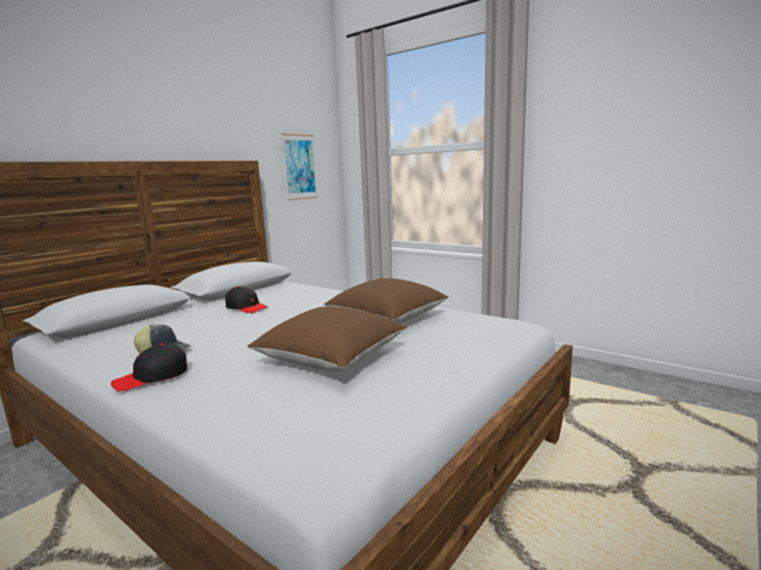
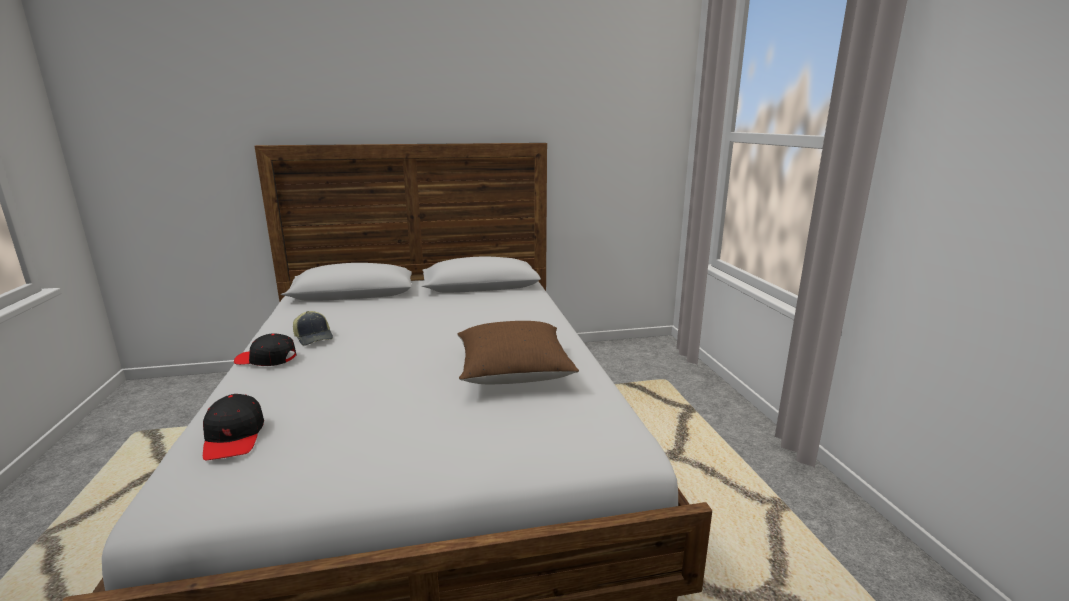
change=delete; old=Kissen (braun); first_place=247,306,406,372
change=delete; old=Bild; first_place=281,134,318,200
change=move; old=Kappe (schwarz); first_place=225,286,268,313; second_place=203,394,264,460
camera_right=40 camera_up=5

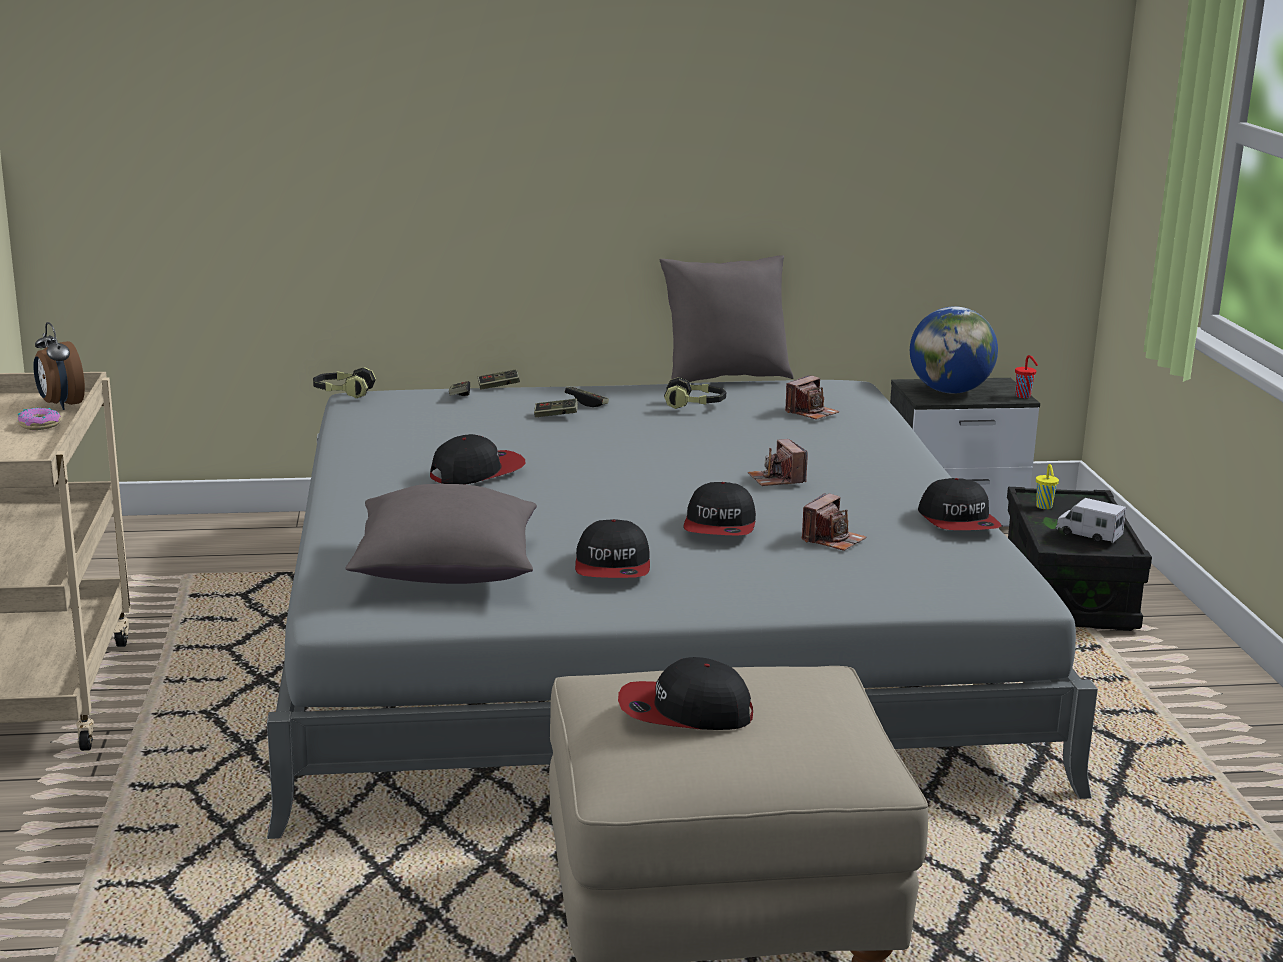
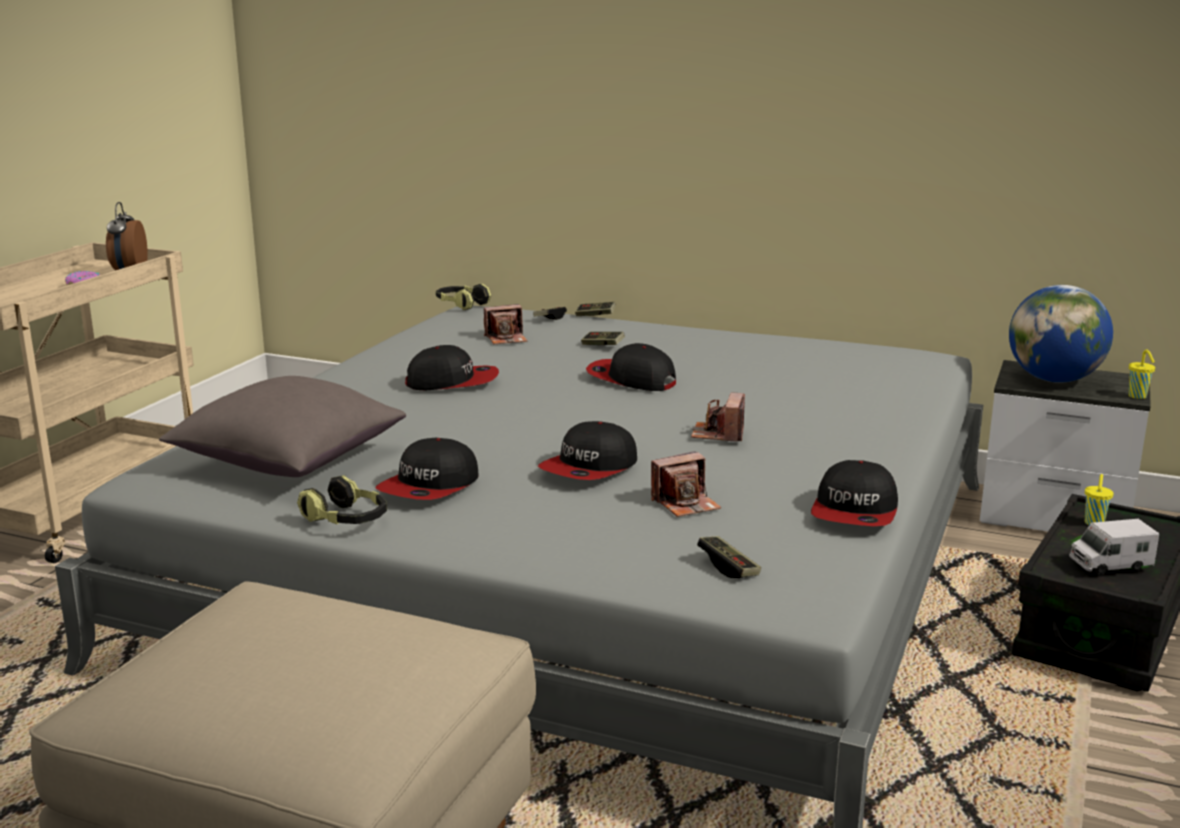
change=delete; old=Kissen (grau); first_place=660,255,794,382
change=move; old=Gamepad; first_place=565,387,609,407; second_place=697,536,761,578
change=move; old=Kappe; first_place=618,657,753,730; second_place=586,343,676,391
change=move; old=Kopfhörer; first_place=664,377,726,409; second_place=297,475,387,525
change=move; old=Kamera; first_place=785,375,839,420; second_place=484,304,527,344
change=recolor; old=Tasse (rot); new=Tasse (gelb); first_place=1015,355,1038,398; second_place=1128,349,1155,399
change=rotate; old=Spielzeuglaster; first_place=1056,498,1126,543; second_place=1069,519,1159,574; degrees=-75
camera_right=30 camera_up=0

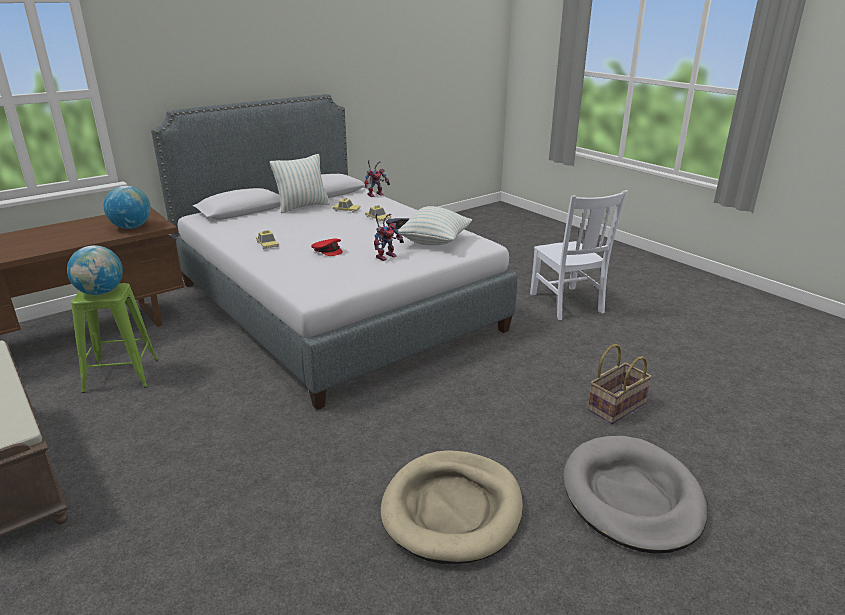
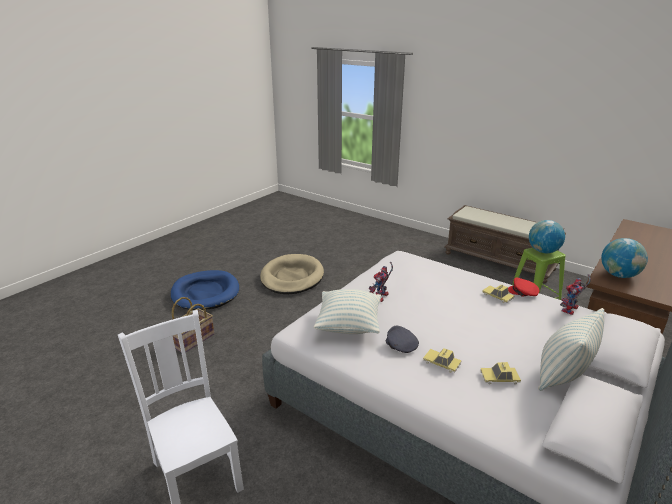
change=move; old=Kappe (rot); first_place=311,239,343,256; second_place=508,277,540,296
change=move; old=Spielzeugroboter; first_place=364,160,390,197; second_place=560,274,591,315
change=recolor; old=Hundebett (grau); new=Hundebett (blau); first_place=563,436,707,553; second_place=171,270,239,310
camera_right=165 camera_up=0

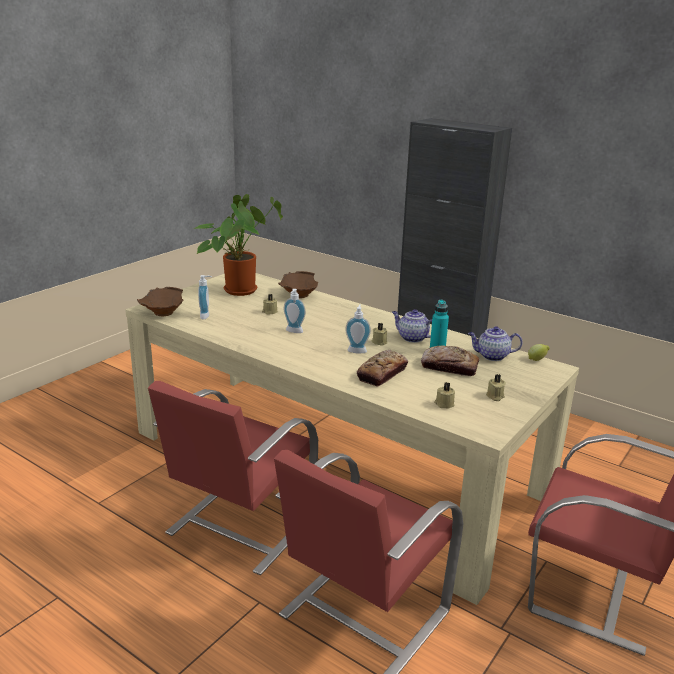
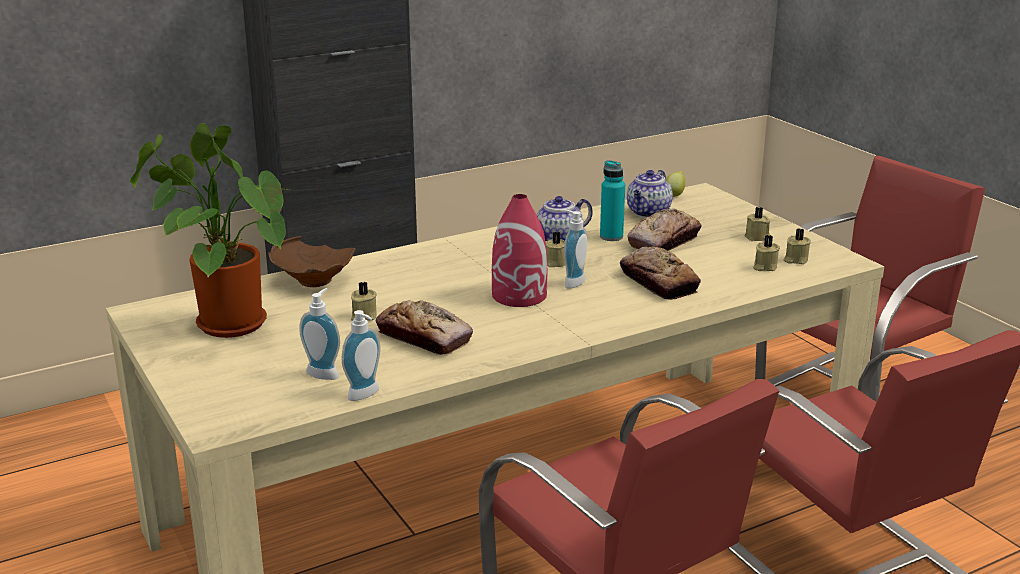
change=delete; old=Schüssel (braun); first_place=137,287,183,316
change=insert; new=Brot; second_place=376,300,473,355
change=insert; new=Vase (rot); second_place=492,194,547,307
change=insert; new=Kerze (beige); second_place=783,228,811,264
change=move; old=Seifenspender; first_place=284,289,306,333; second_place=342,310,381,401
camera_right=-65 camera_up=0

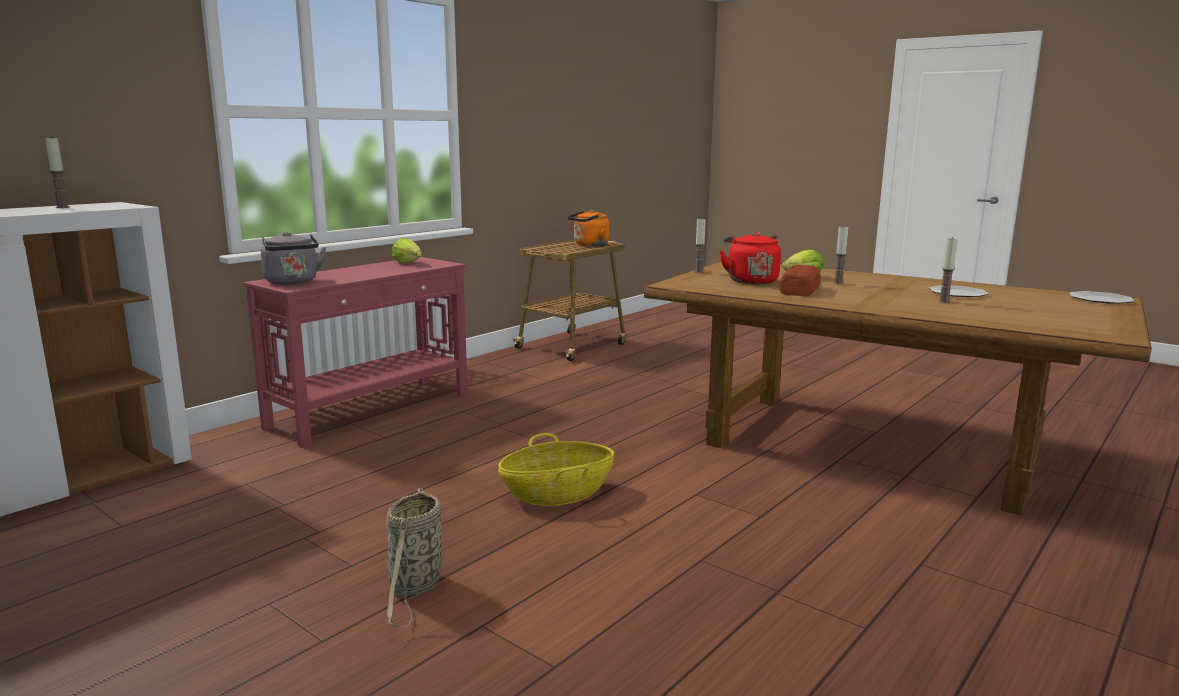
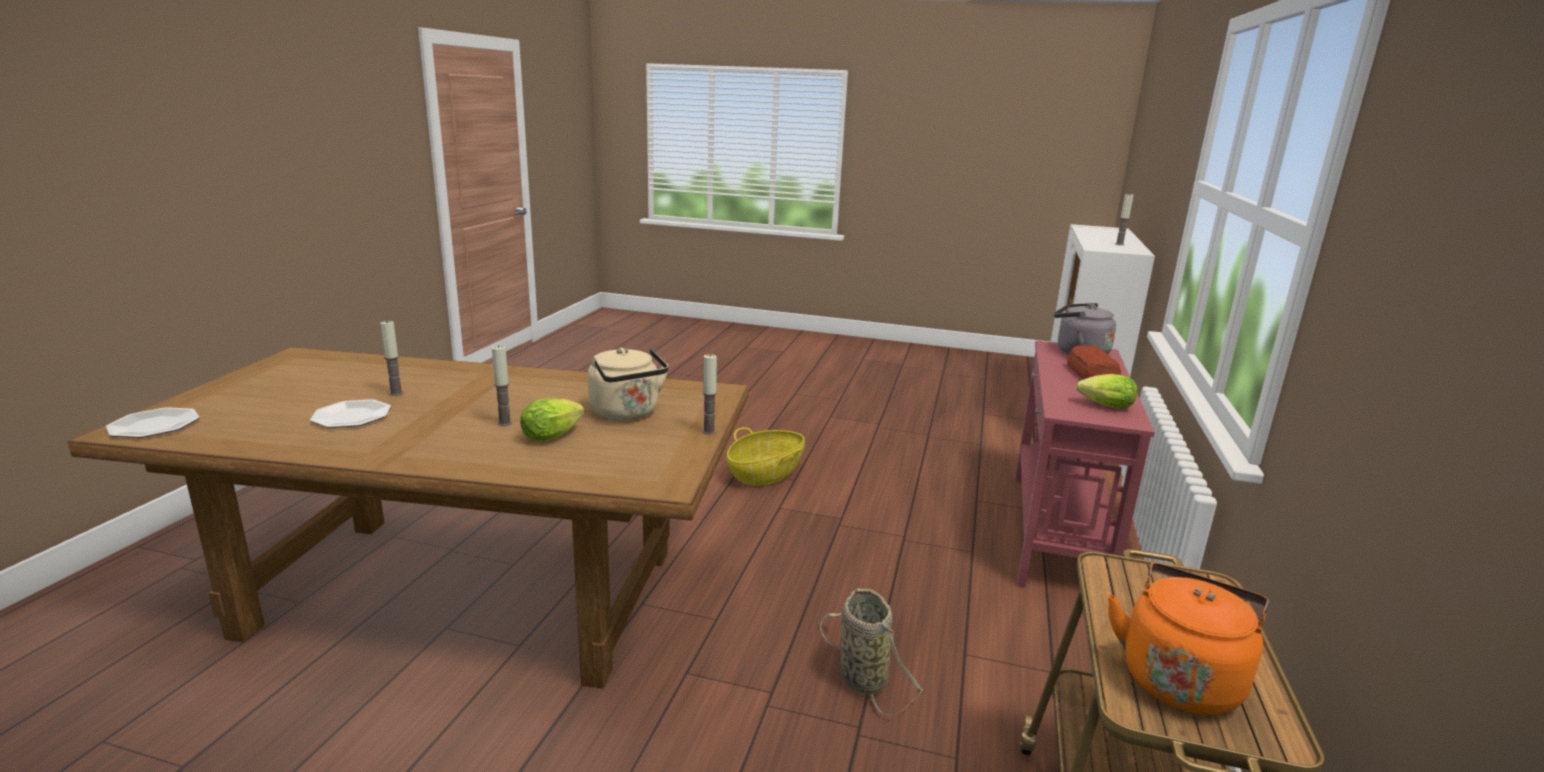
change=move; old=Korb; first_place=386,488,442,627; second_place=820,589,923,716
change=move; old=Brot; first_place=779,265,821,296; second_place=1067,345,1121,380
change=recolor; old=Wasserkessel (rot); new=Wasserkessel (beige); first_place=720,232,781,284; second_place=587,348,669,421
camera_right=155 camera_up=5

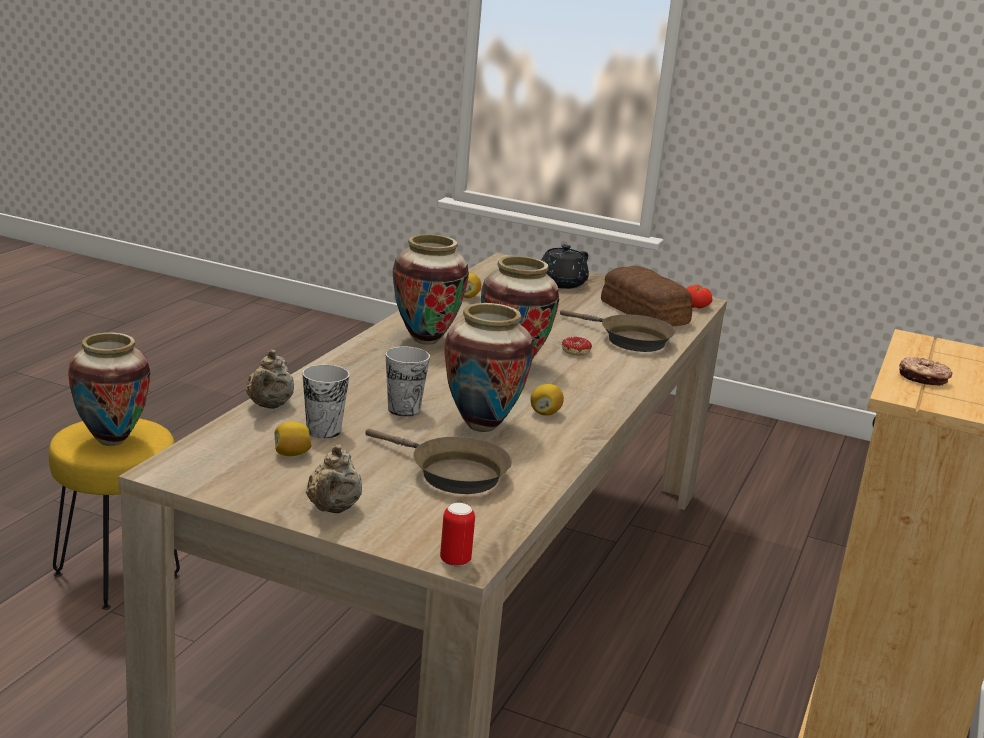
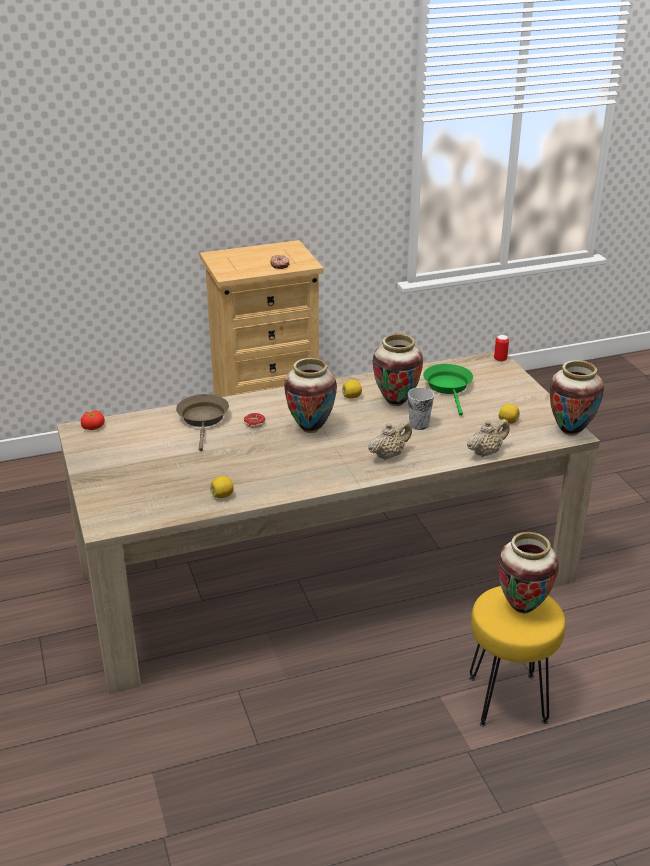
change=delete; old=Tasse; first_place=302,364,350,438
change=delete; old=Teekanne (schwarz); first_place=541,244,589,289
change=delete; old=Brot; first_place=601,266,693,326
change=move; old=Teekanne (beige); first_place=306,444,362,513; second_place=368,421,412,460
change=move; old=Vase; first_place=393,234,469,345; second_place=550,360,604,436
change=recolor; old=Pfanne (braun); new=Pfanne (grün); first_place=365,429,512,494; second_place=423,364,473,416
camera_right=-130 camera_up=10

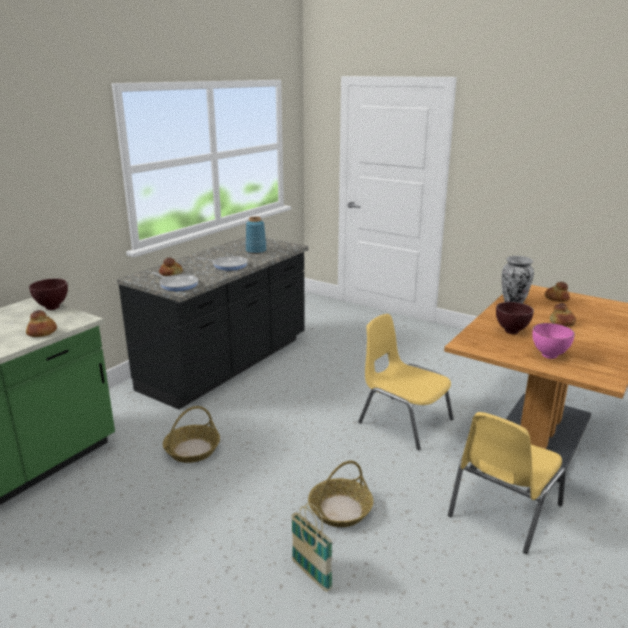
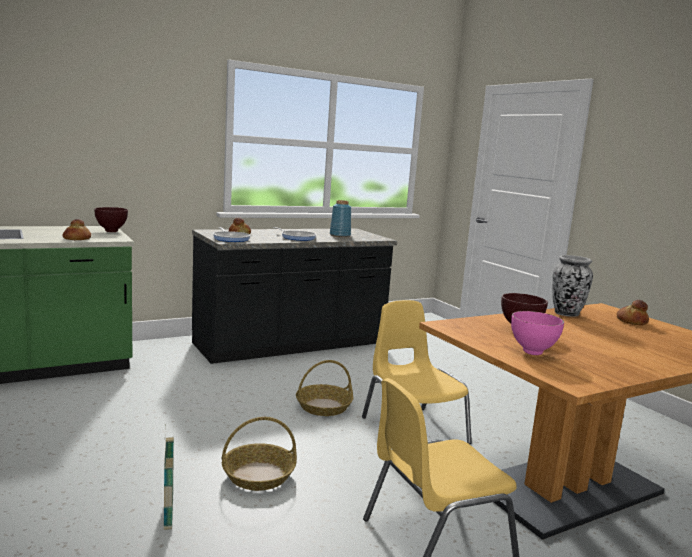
change=delete; old=Brot; first_place=550,303,576,326
change=move; old=Korb; first_place=163,406,220,463; second_place=296,360,353,416
camera_right=25 camera_up=-10

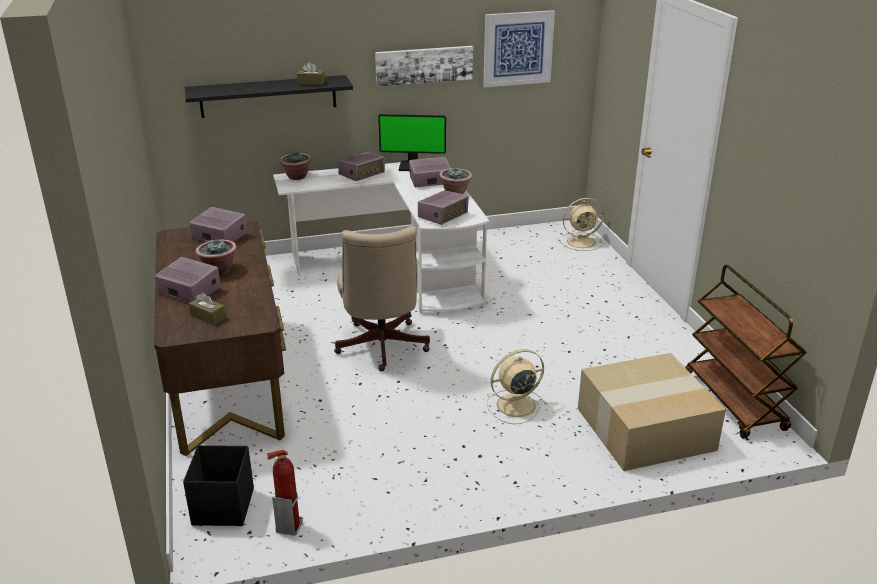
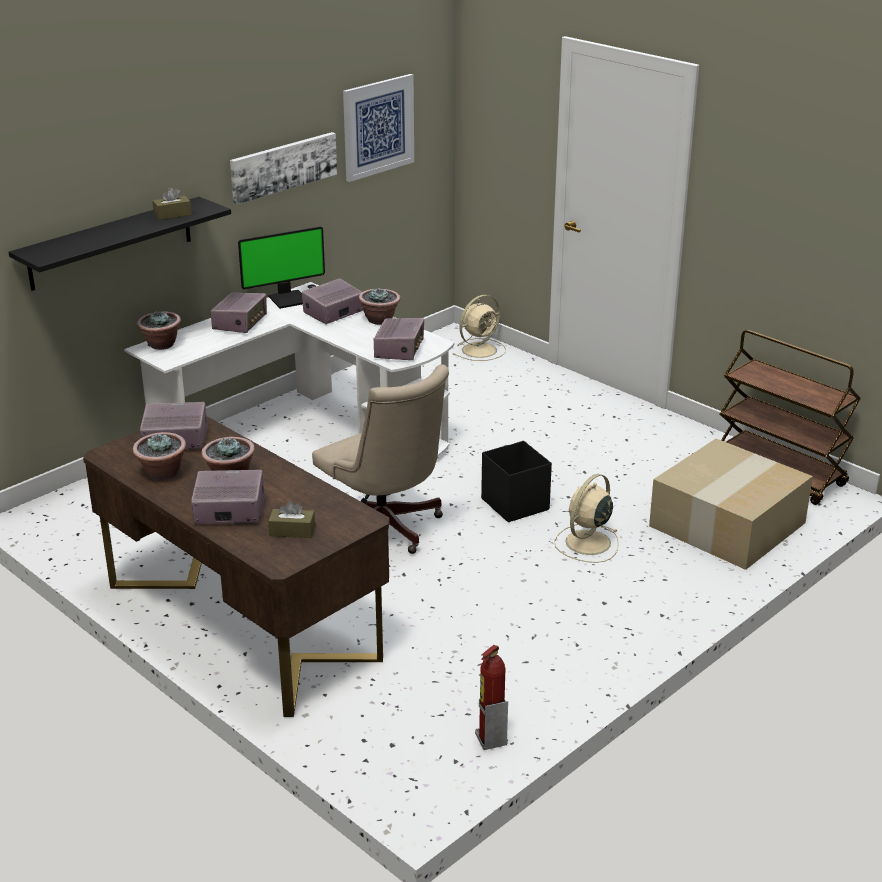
change=insert; new=Topfpflanze; second_place=133,432,186,480
change=move; old=Aufbewahrungsbox (schwarz); first_place=183,445,254,526; second_place=481,441,552,522
camera_right=-30 camera_up=0

